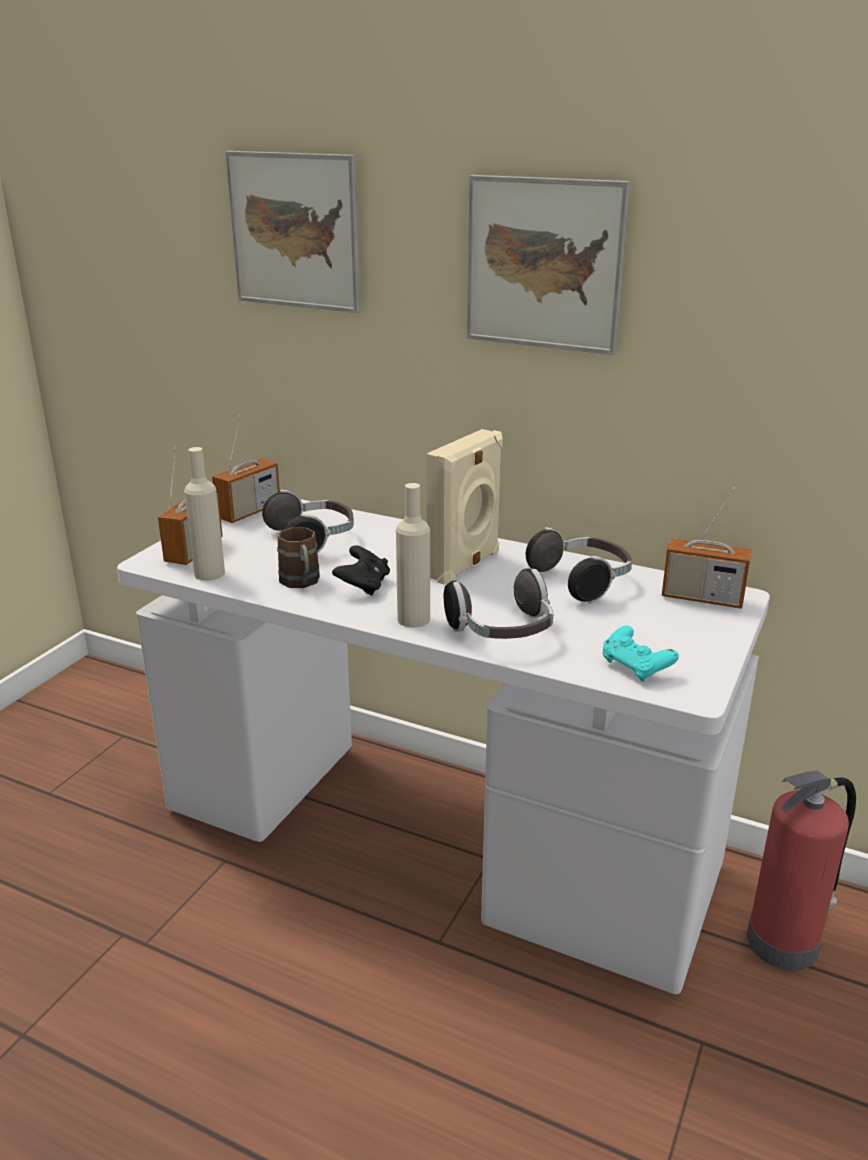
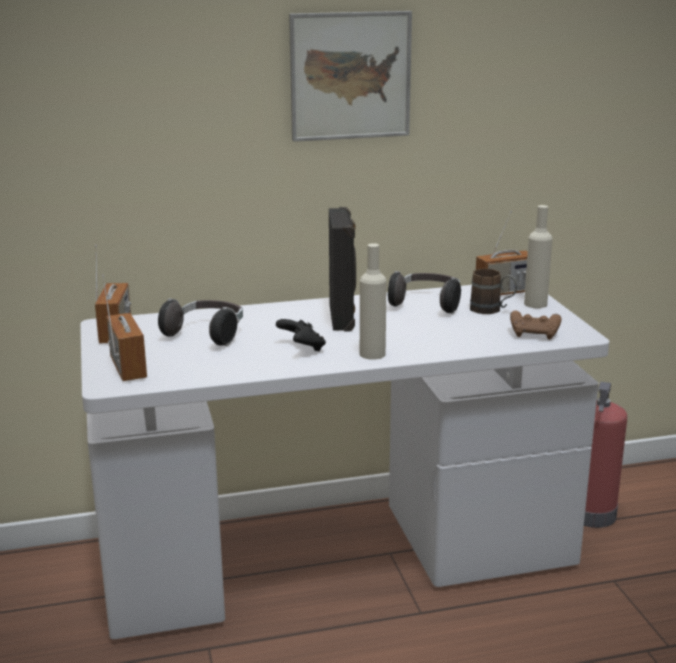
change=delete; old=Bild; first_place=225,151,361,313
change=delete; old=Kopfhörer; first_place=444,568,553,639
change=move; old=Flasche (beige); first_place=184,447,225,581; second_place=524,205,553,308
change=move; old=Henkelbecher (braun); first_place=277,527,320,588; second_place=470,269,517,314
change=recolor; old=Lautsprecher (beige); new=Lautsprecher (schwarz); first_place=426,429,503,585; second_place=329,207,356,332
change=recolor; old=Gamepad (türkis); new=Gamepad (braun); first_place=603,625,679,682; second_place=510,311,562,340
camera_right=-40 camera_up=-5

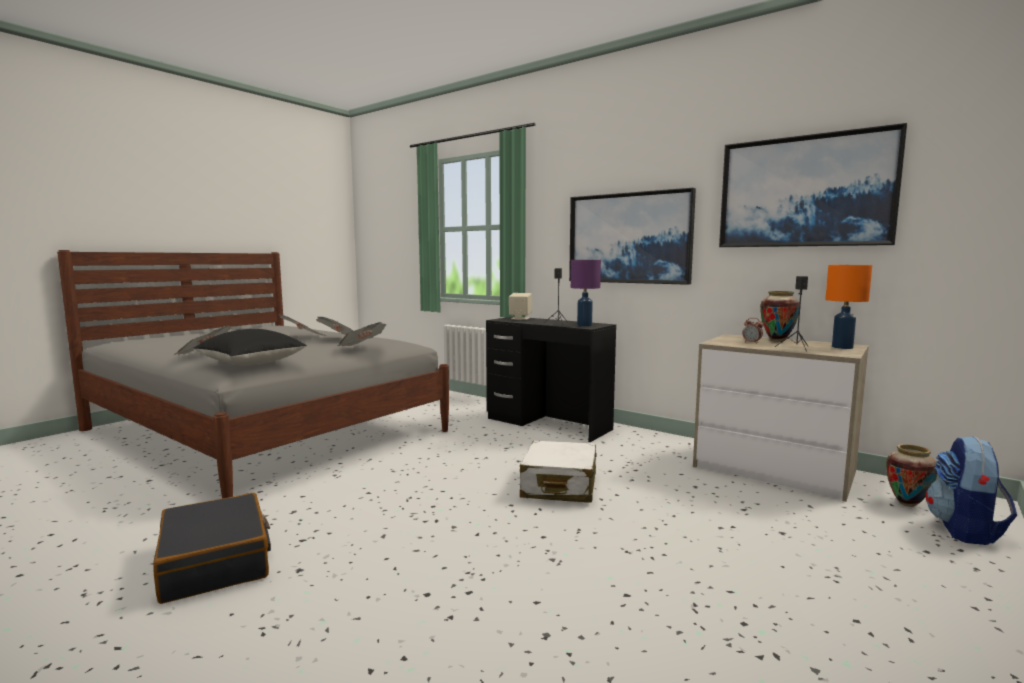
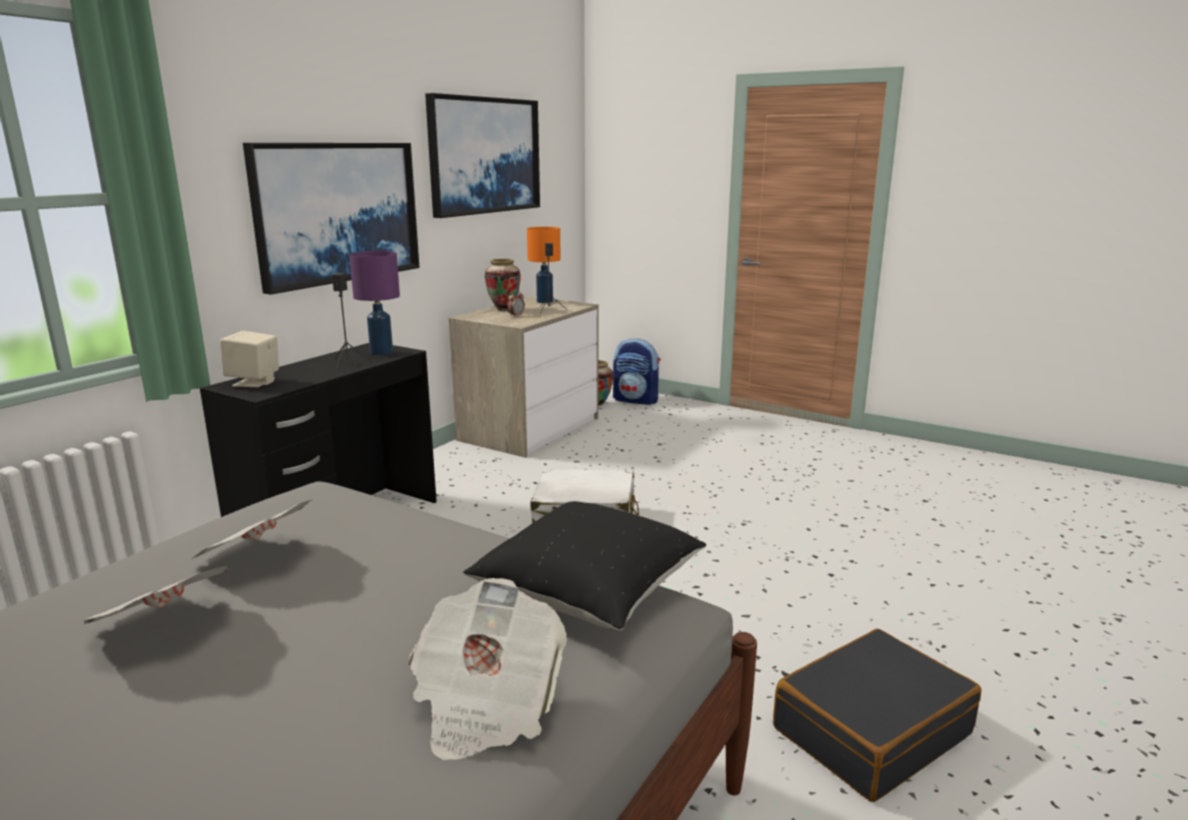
change=delete; old=Zeitung; first_place=337,322,386,346
camera_right=-95 camera_up=10

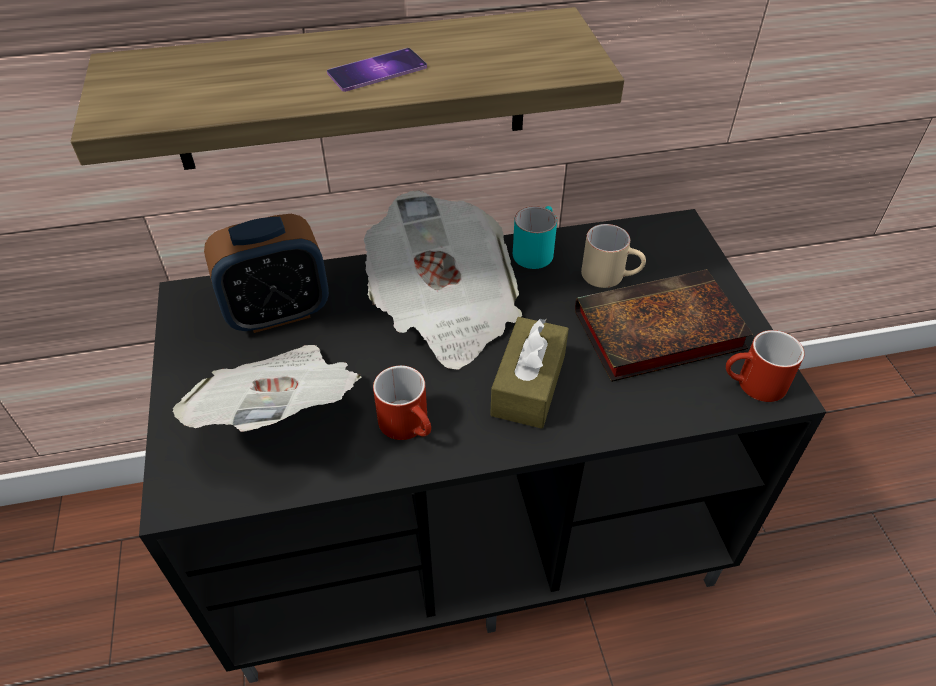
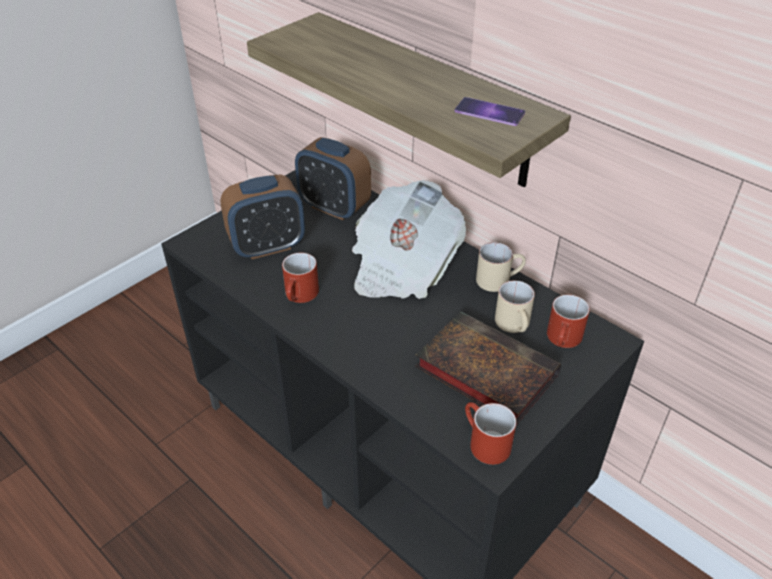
change=delete; old=Taschentuchbox (braun); first_place=490,317,569,429
change=insert; new=Henkelbecher (rot); second_place=547,294,590,348
change=move; old=Handy; first_place=327,48,427,92; second_place=455,97,525,126
change=replace; old=Zeitung; new=Wecker; first_place=172,345,361,432; second_place=220,174,305,259
change=recolor; old=Henkelbecher (türkis); new=Henkelbecher (beige); first_place=513,206,557,269; second_place=476,242,526,292
camera_right=55 camera_up=-5

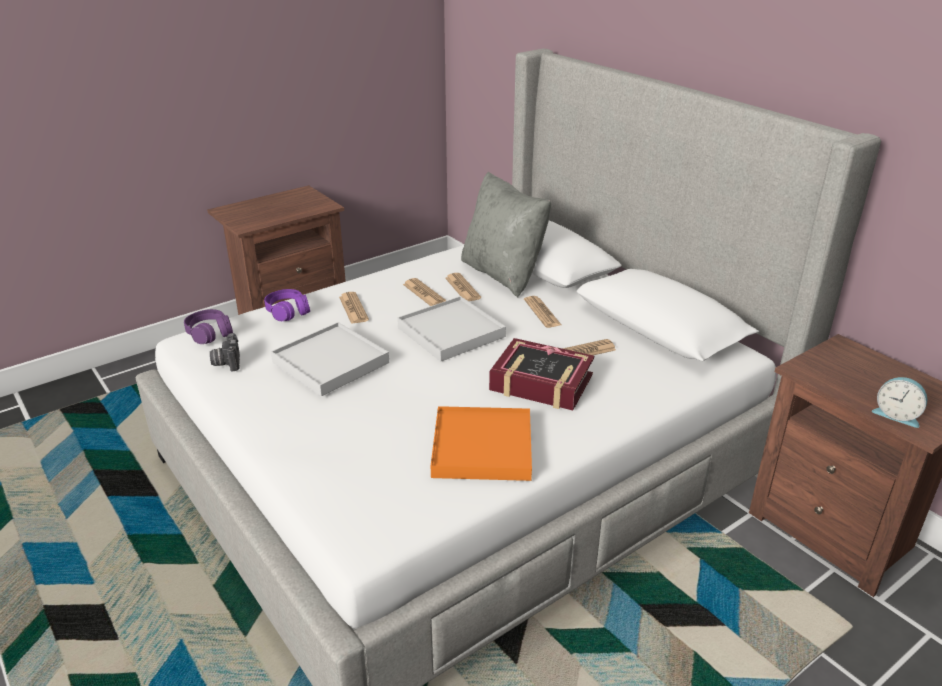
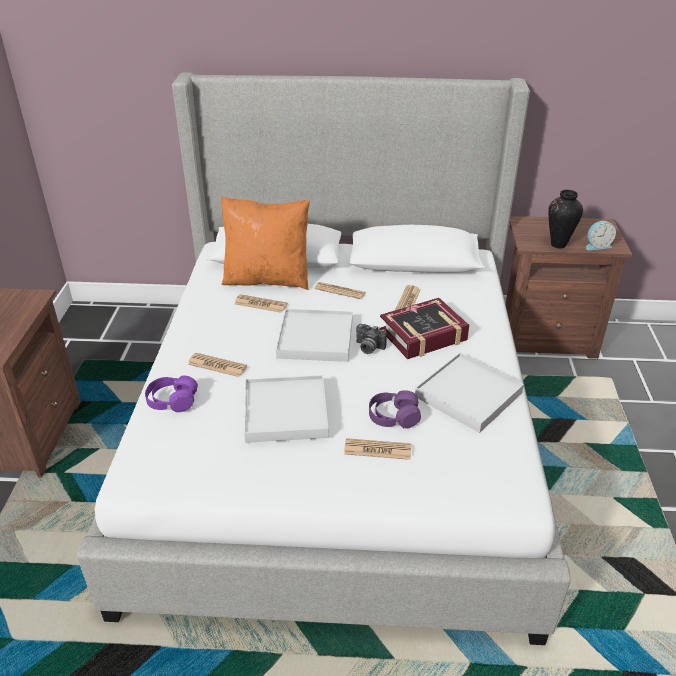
change=insert; new=Vase; second_place=548,190,583,248
change=move; old=Kopfhörer (lila); first_place=184,309,233,344; second_place=369,390,421,428
change=move; old=Kamera; first_place=210,333,240,371; second_place=356,324,387,354
change=move; old=Zeitung; first_place=403,278,446,306; second_place=344,438,411,460
change=recolor; old=Tablett (orange); new=Tablett (weiß); first_place=431,406,532,481; second_place=415,353,524,433
change=recolor; old=Kissen (grau); new=Kissen (orange); first_place=461,172,551,297; second_place=221,197,310,290
camera_right=-50 camera_up=5

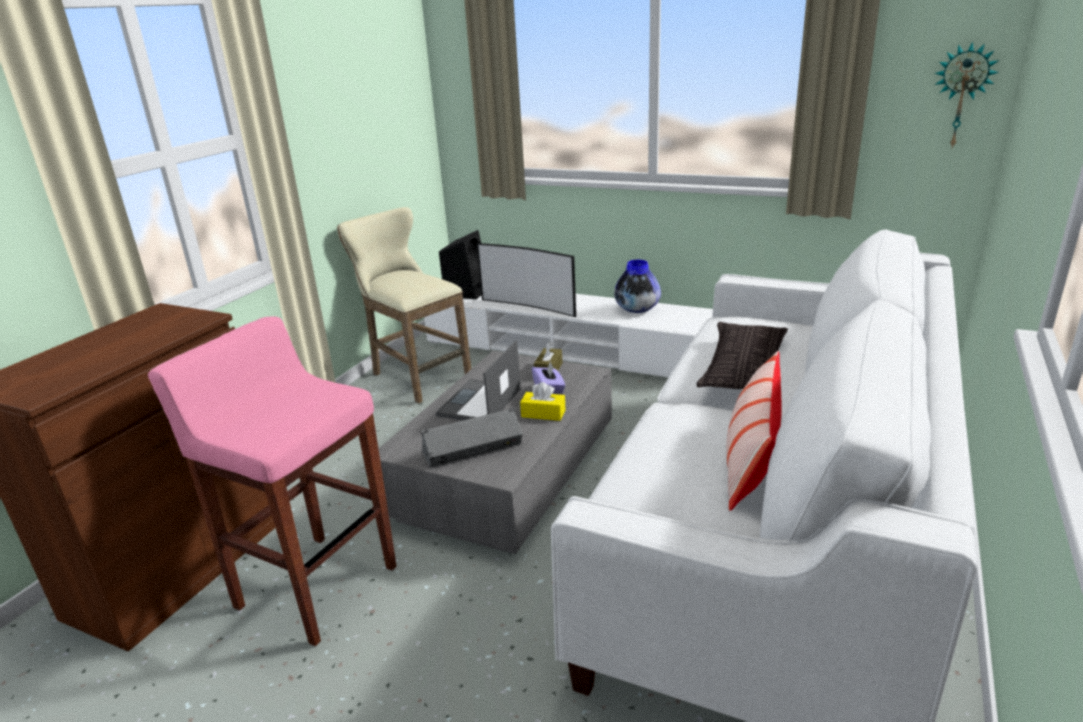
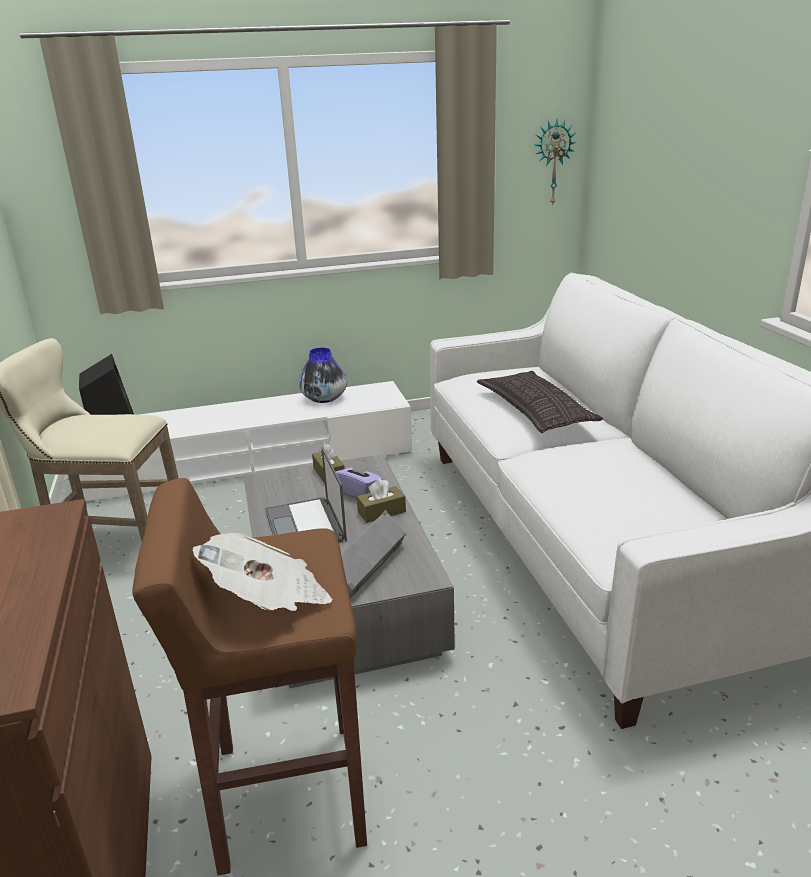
change=delete; old=Fernseher; first_place=477,243,576,317
change=delete; old=Kissen; first_place=726,351,782,511
change=insert; new=Zeitung; second_place=193,533,333,611
change=recolor; old=Hocker (rosa); new=Hocker (braun); first_place=148,316,397,646; second_place=133,478,367,876
change=recolor; old=Taschentuchbox (gelb); new=Taschentuchbox (braun); first_place=520,382,566,421; second_place=357,479,406,523
camera_right=-40 camera_up=0

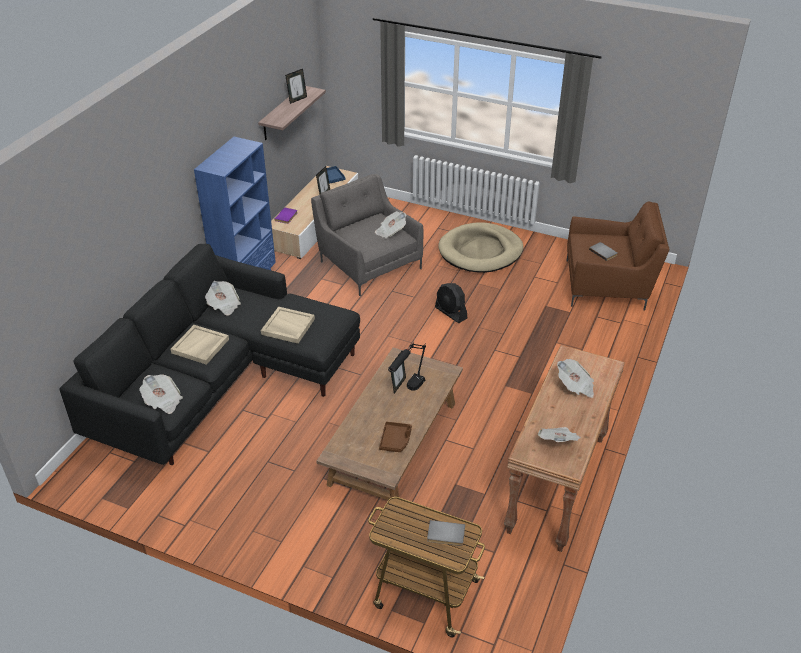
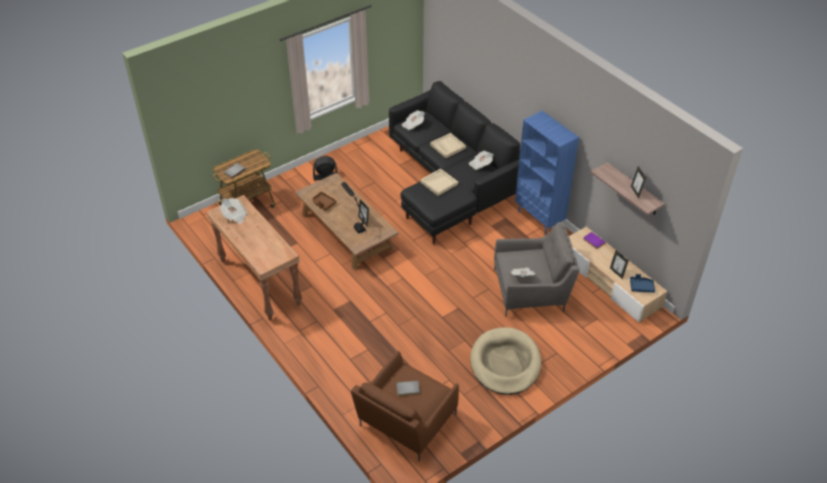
change=delete; old=Zeitung; first_place=557,359,594,398
change=move; old=Ventilator (schwarz); first_place=435,283,467,323; second_place=313,156,338,181
camera_right=120 camera_up=5

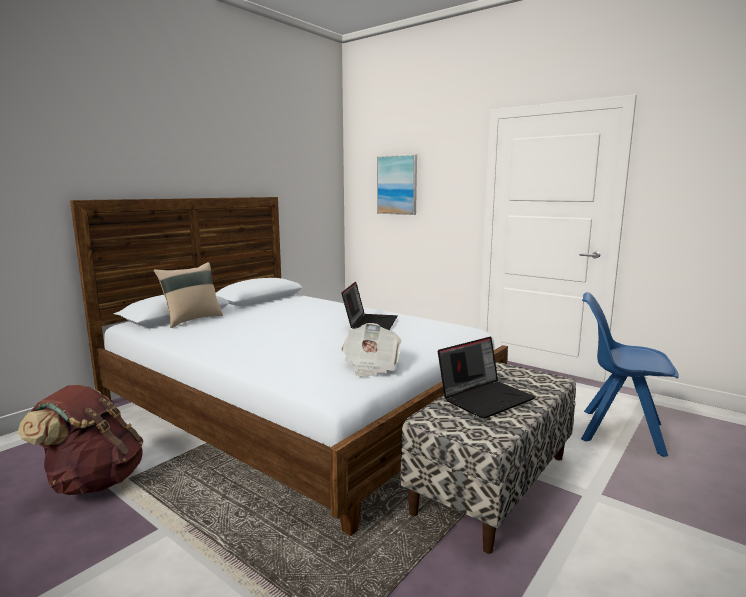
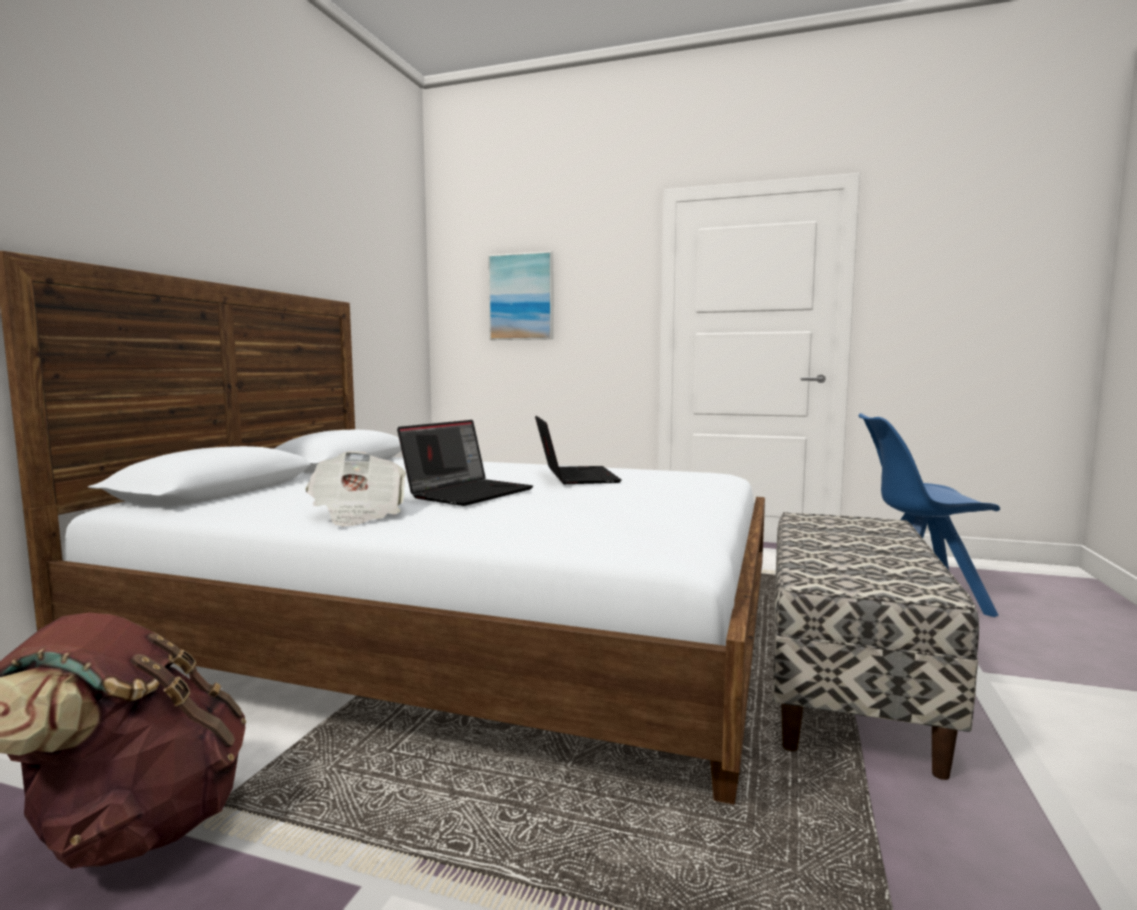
change=delete; old=Kissen (beige); first_place=154,262,223,328
change=move; old=Zeitung; first_place=341,323,401,377; second_place=305,451,406,526
change=move; old=Laptop; first_place=438,336,536,419; second_place=397,420,533,506
camera_right=-20 camera_up=-5

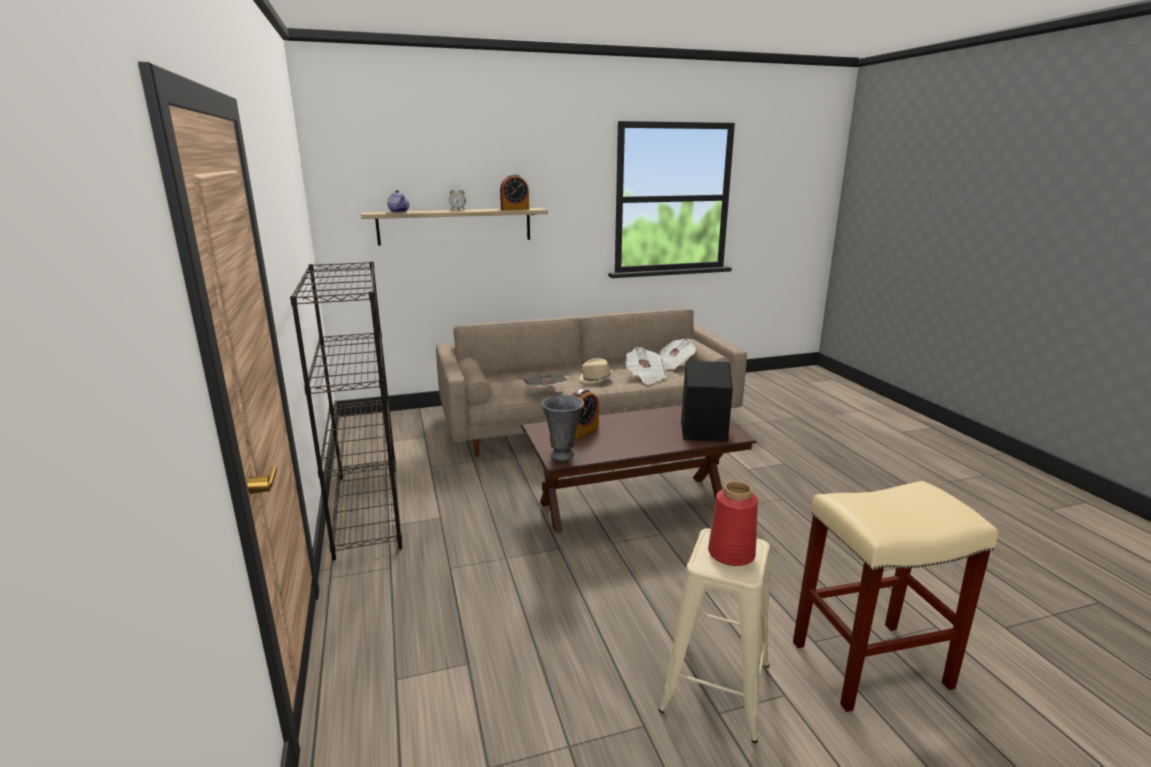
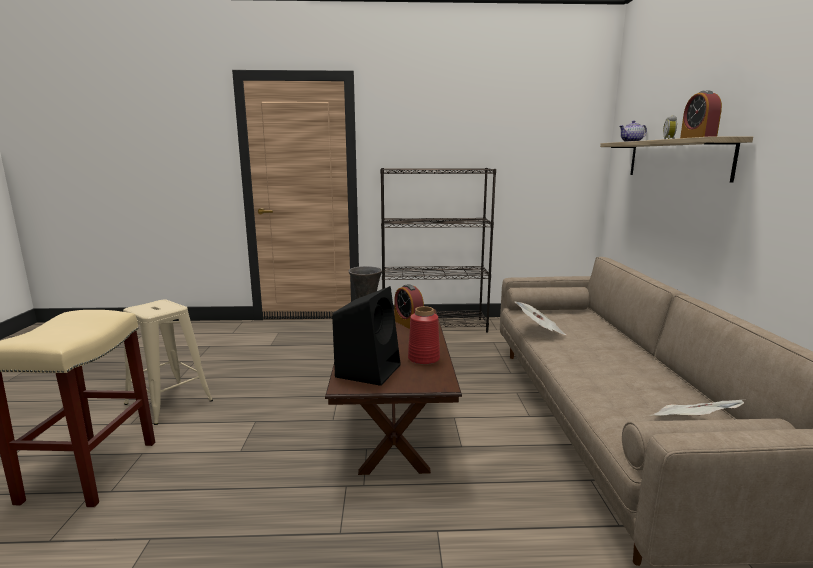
change=delete; old=Hut (beige); first_place=579,358,613,383
change=delete; old=Zeitung; first_place=626,347,667,385
change=move; old=Vase (rot); first_place=708,481,758,566; second_place=408,306,440,365
camera_right=105 camera_up=-5

